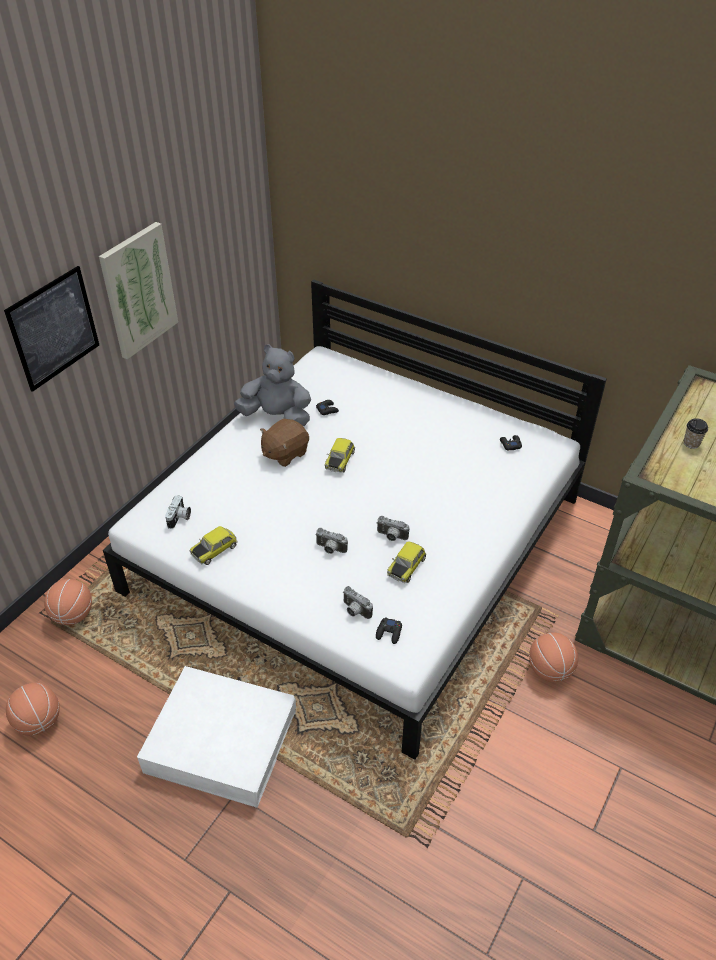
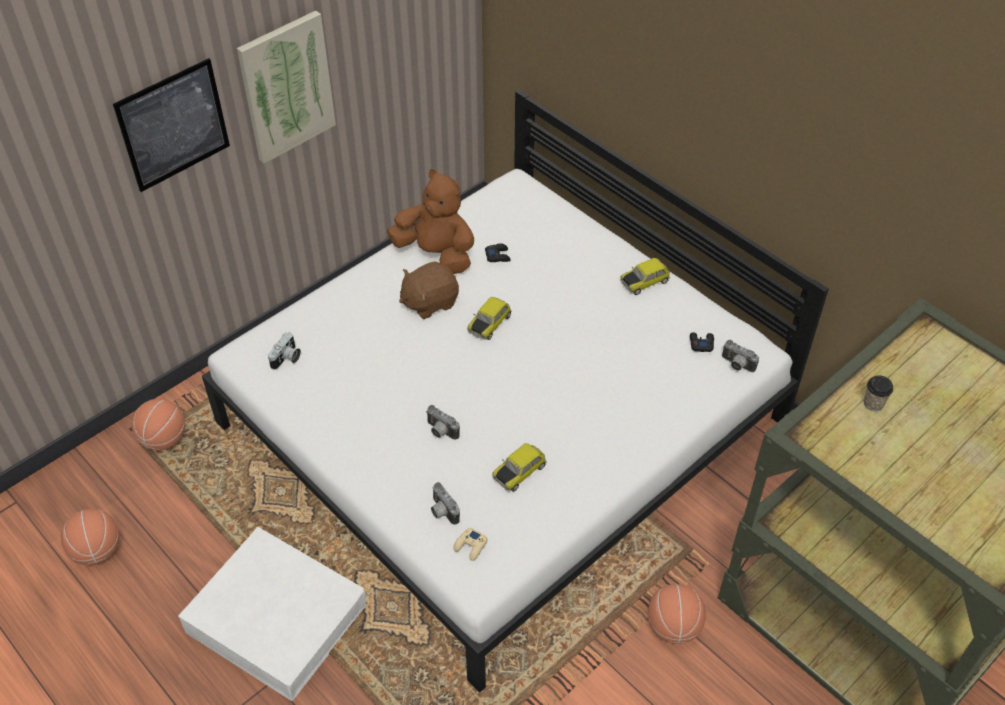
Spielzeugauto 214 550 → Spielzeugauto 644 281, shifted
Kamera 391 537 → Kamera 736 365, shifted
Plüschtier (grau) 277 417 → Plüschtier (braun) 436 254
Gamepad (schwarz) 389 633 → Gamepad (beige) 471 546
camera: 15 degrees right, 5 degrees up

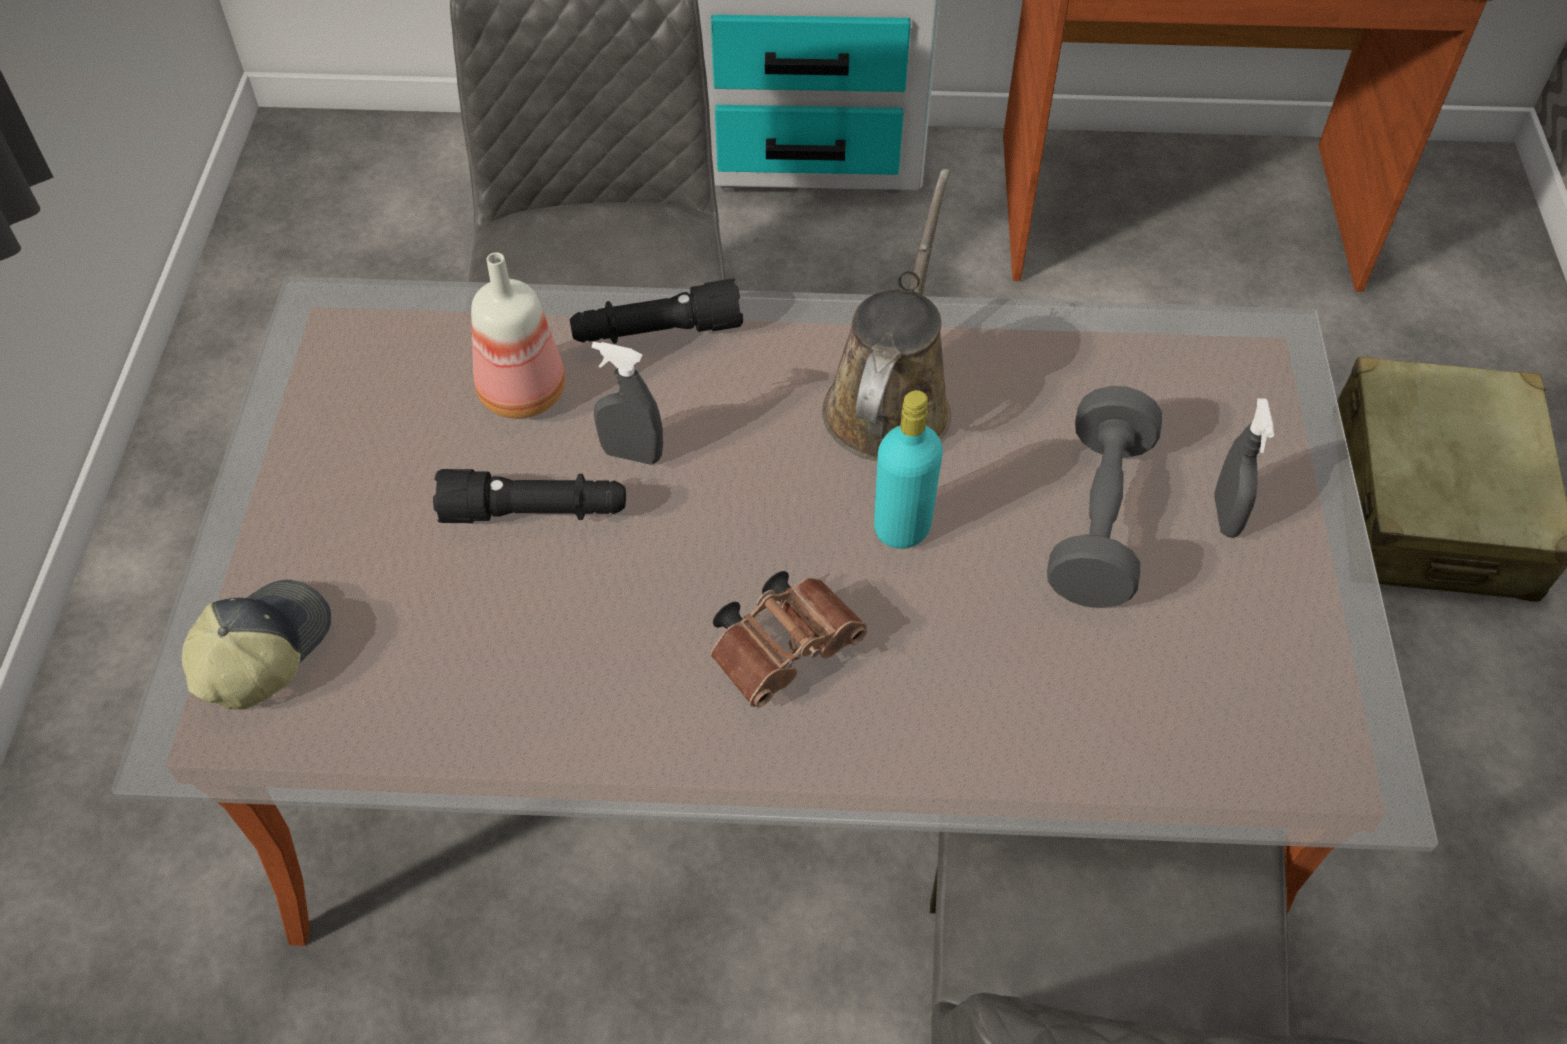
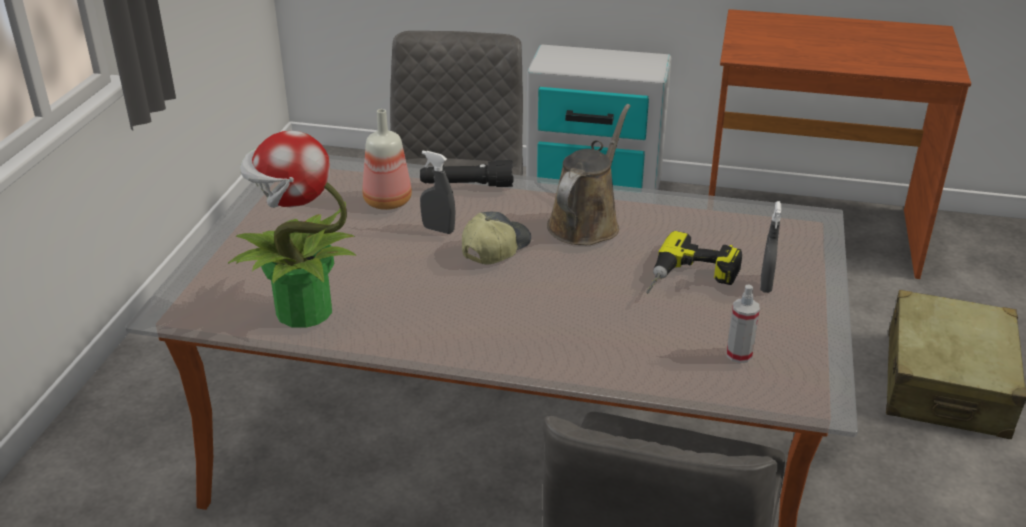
Taschenlampe (schwarz) 535 512 → -
Fernglas (braun) 787 648 → -
Flasche (türkis) 902 528 → -
- → Topfpflanze 302 311
- → Sprühflasche 739 355
Kappe 260 652 → Kappe 494 248, shifted
Hantel (grau) 1099 520 → Bohrmaschine 691 279
camera: 10 degrees right, 20 degrees down

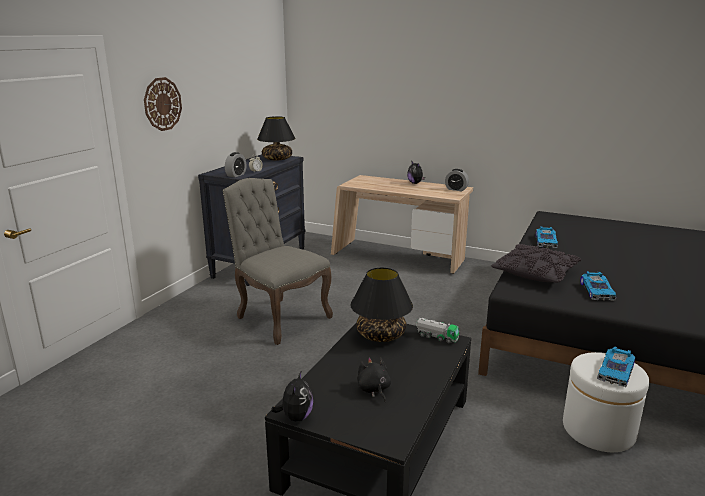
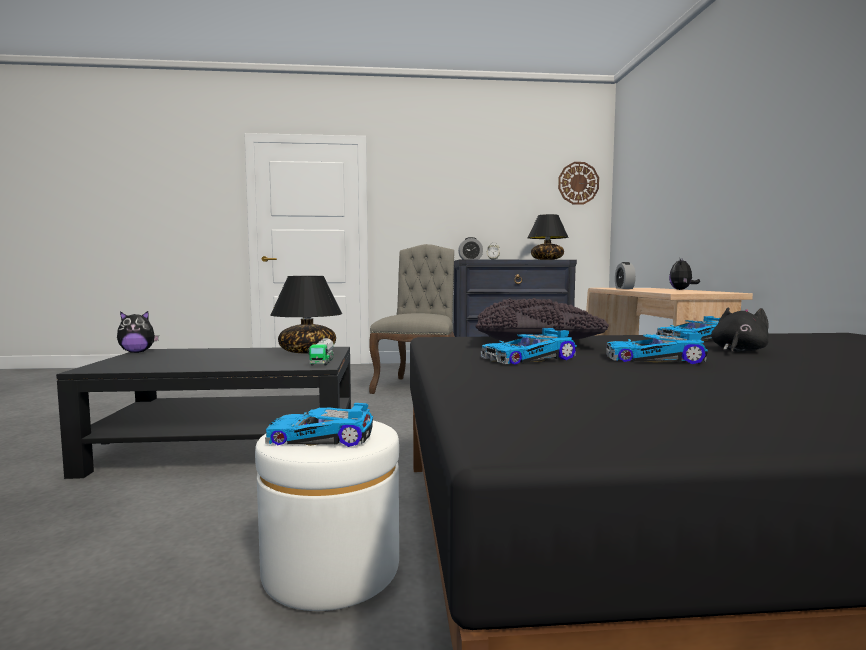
- → Spielzeugauto 654 359
Wanduhr 162 104 → Wanduhr 578 183, shifted
Plüschtier (schwarz) 374 390 → Plüschtier (schwarz) 738 351, shifted
Wecker 456 189 → Wecker 624 288, shifted
camera: 60 degrees right, 15 degrees down

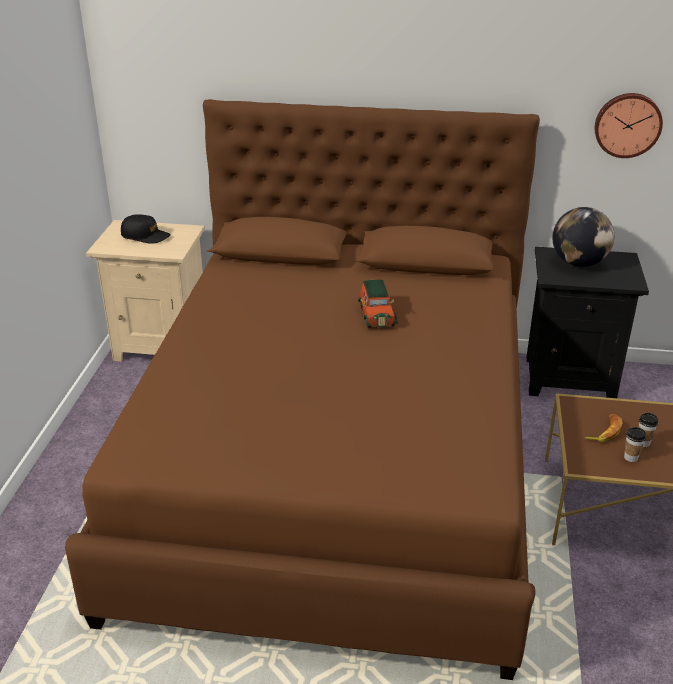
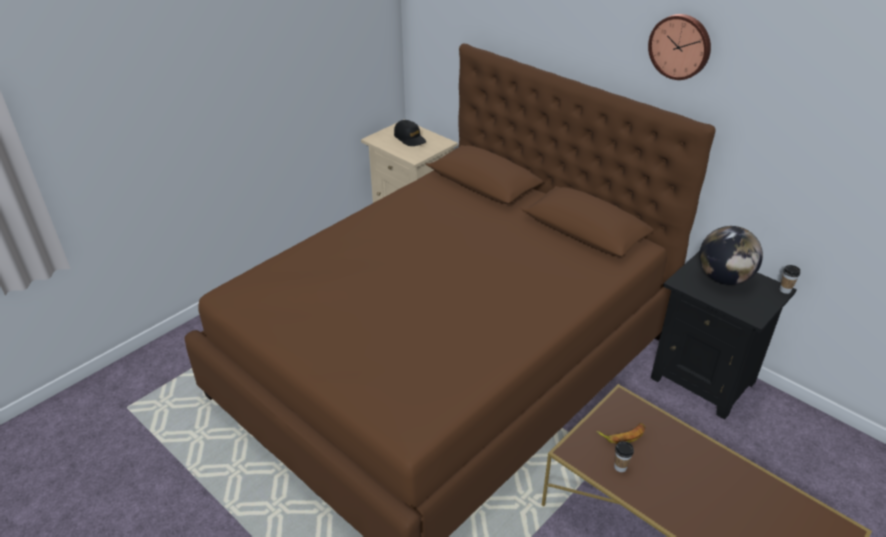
Spielzeugauto 376 315 → -
Wanduhr 627 124 → Wanduhr 680 46, shifted
Tasse 643 443 → Tasse 785 290, shifted
camera: 35 degrees right, 5 degrees up

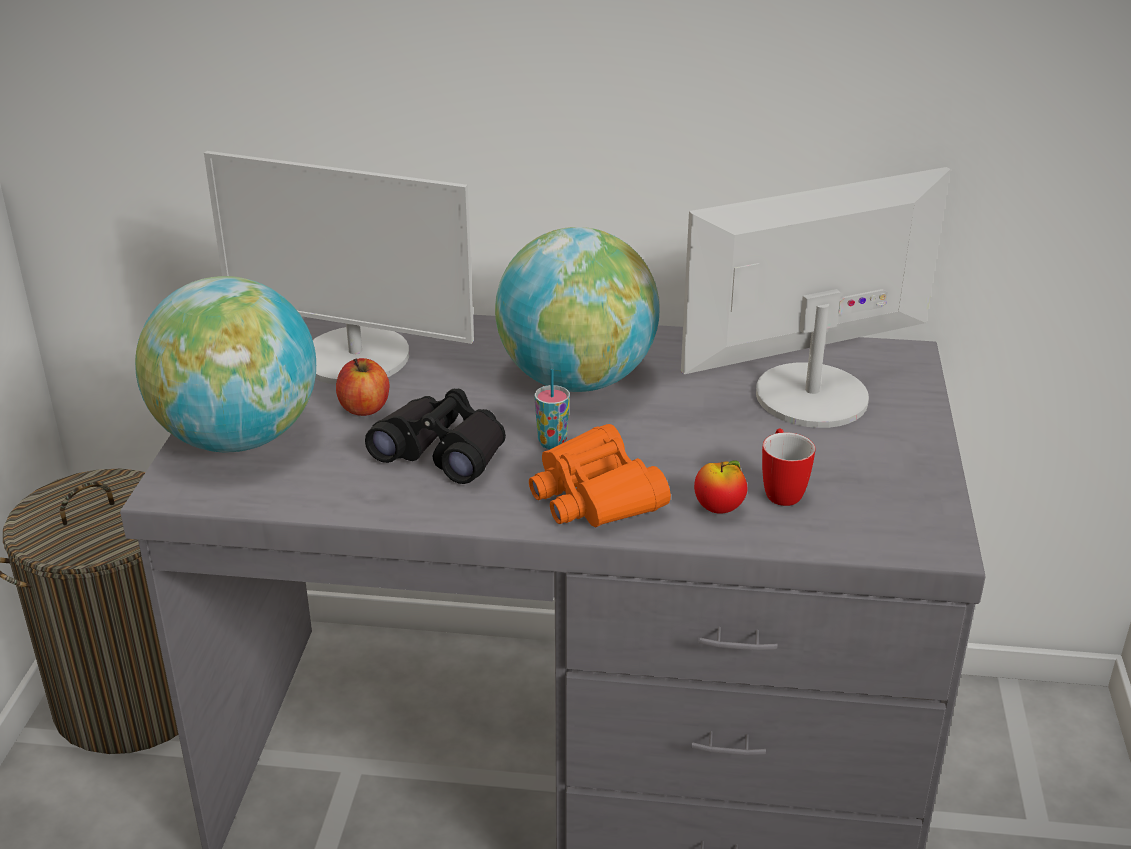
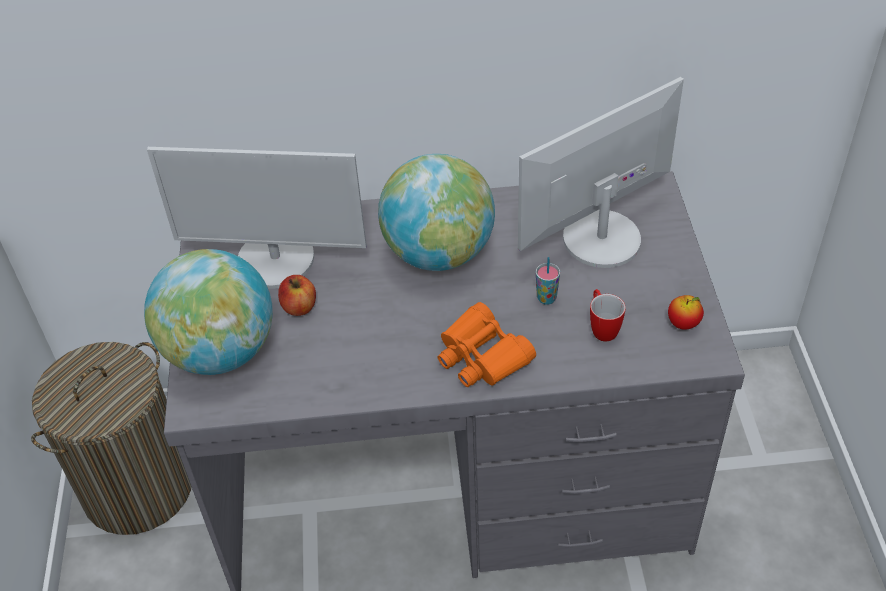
Fernglas (schwarz) 443 451 → -
Tasse 552 443 → Tasse 546 298, shifted
Apfel 719 509 → Apfel 683 324, shifted
camera: 10 degrees left, 15 degrees up

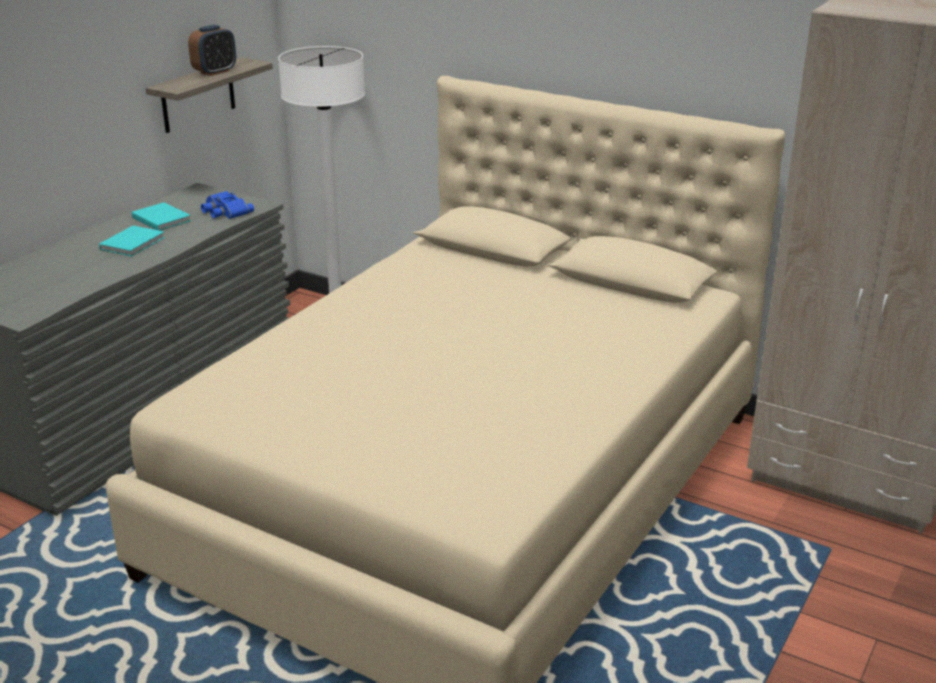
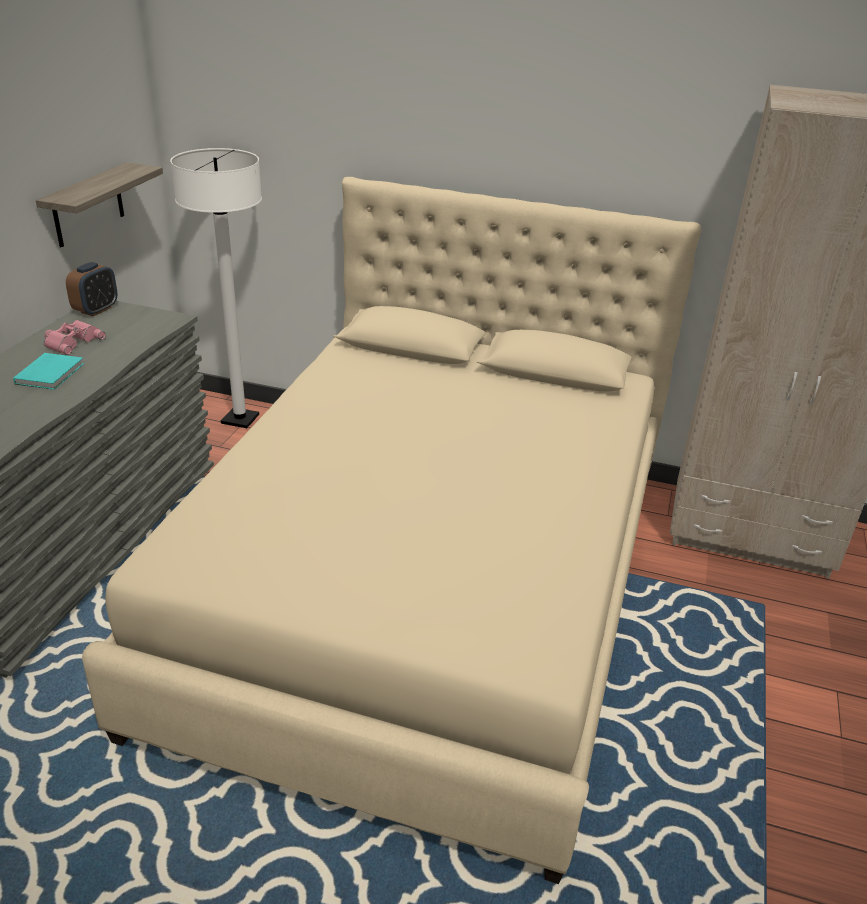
Fernglas (blau) 225 211 → -
Wecker 215 72 → Wecker 96 310, shifted
Buch (türkis) 161 218 → Fernglas (rosa) 72 341
camera: 15 degrees left, 5 degrees up

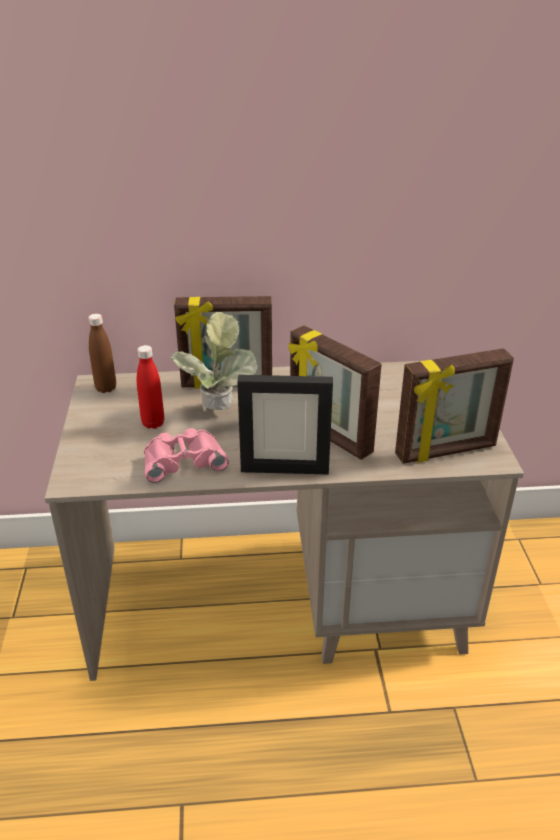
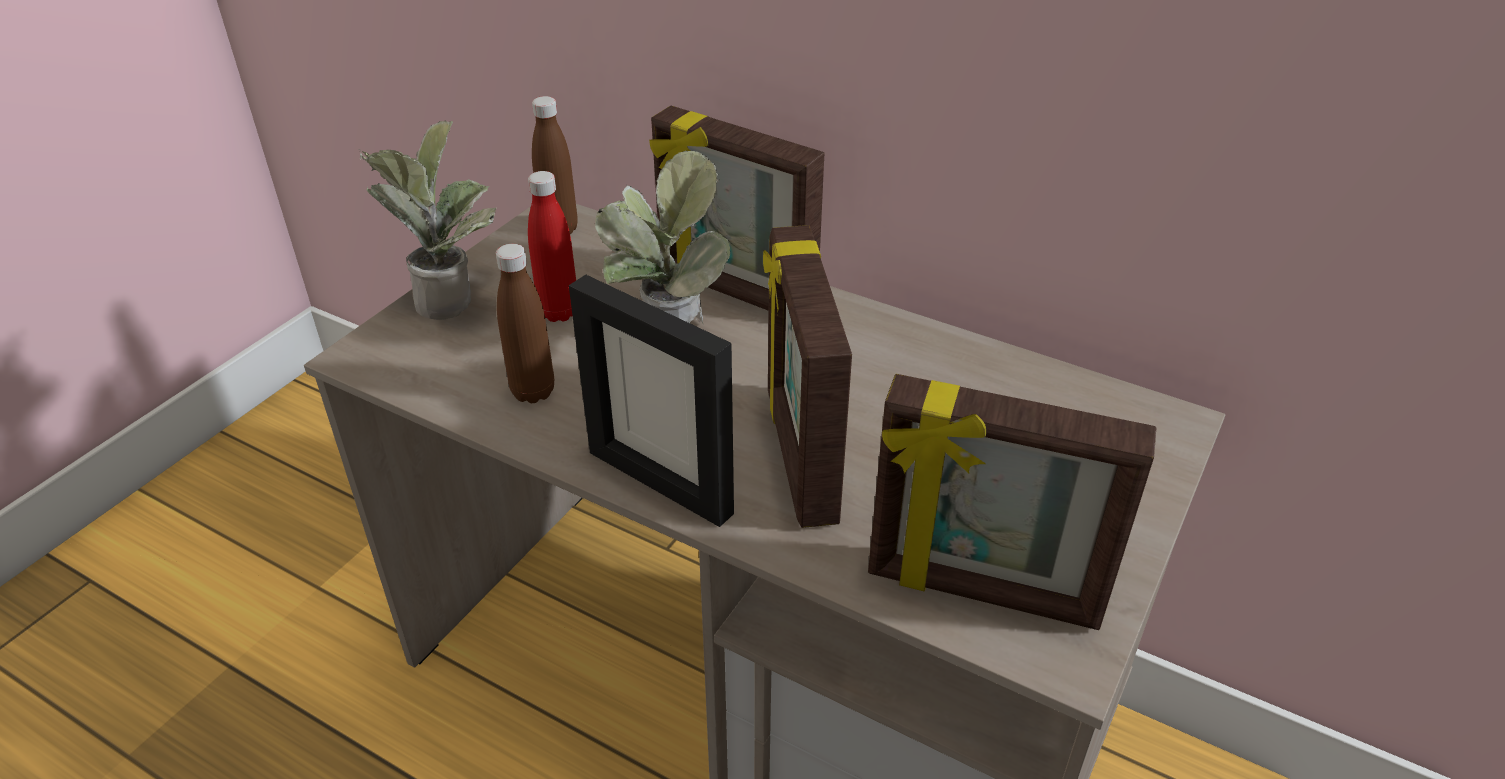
- → Topfpflanze 452 296
Fernglas (rosa) 183 460 → Flasche (braun) 533 391
camera: 35 degrees right, 5 degrees up

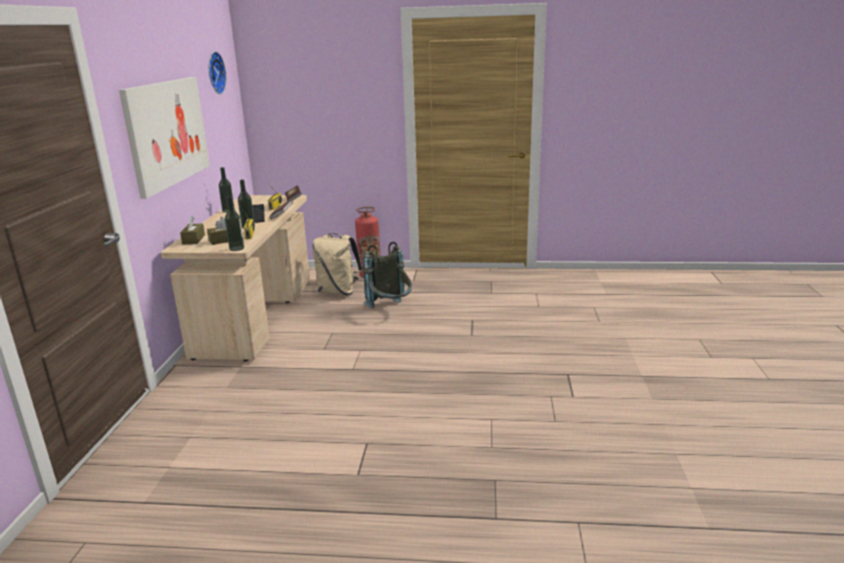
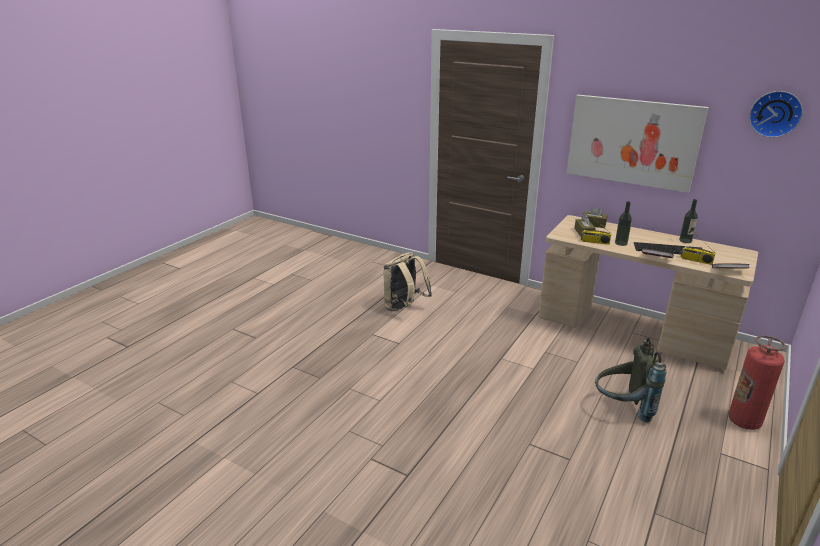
Flasche 236 248 → -
Rucksack (beige) 338 292 → Rucksack (beige) 404 308, shifted
camera: 115 degrees right, 5 degrees up

